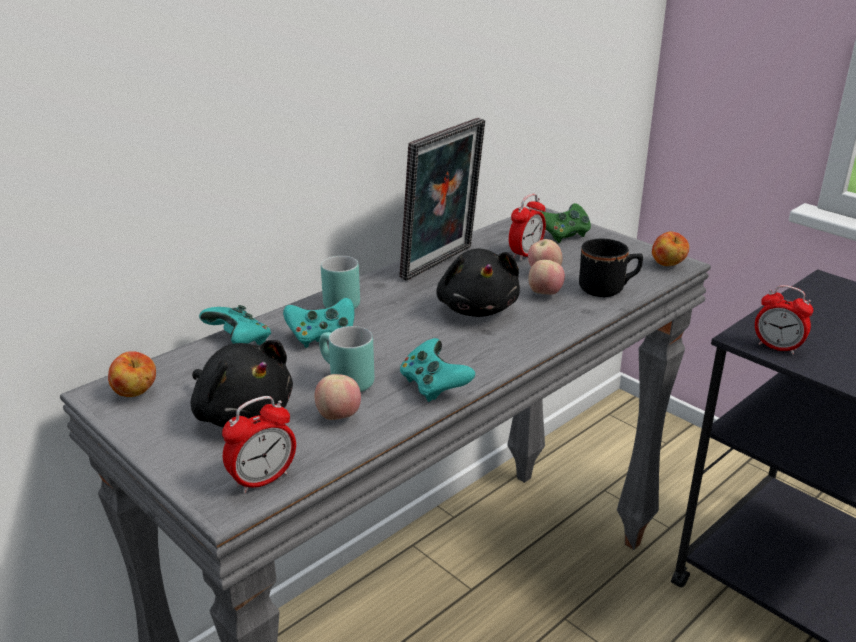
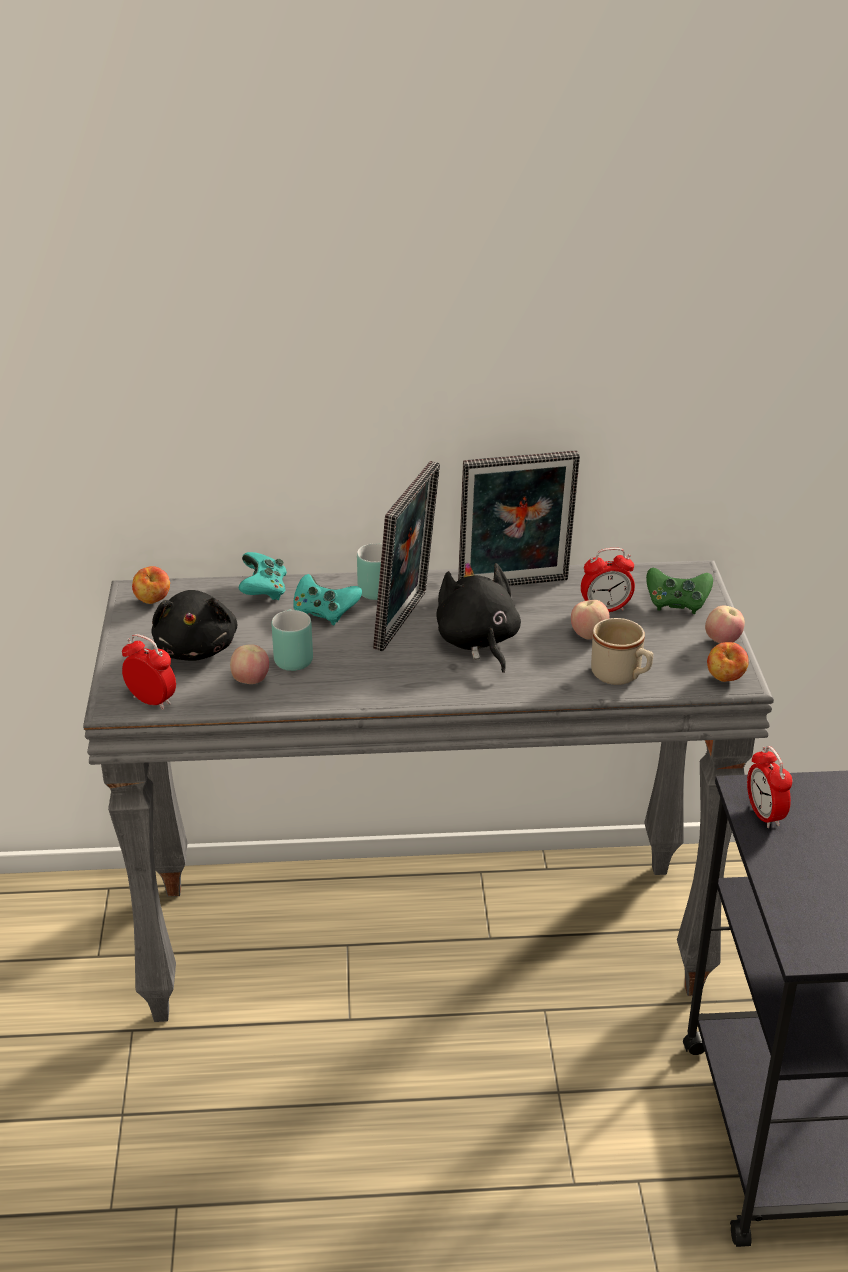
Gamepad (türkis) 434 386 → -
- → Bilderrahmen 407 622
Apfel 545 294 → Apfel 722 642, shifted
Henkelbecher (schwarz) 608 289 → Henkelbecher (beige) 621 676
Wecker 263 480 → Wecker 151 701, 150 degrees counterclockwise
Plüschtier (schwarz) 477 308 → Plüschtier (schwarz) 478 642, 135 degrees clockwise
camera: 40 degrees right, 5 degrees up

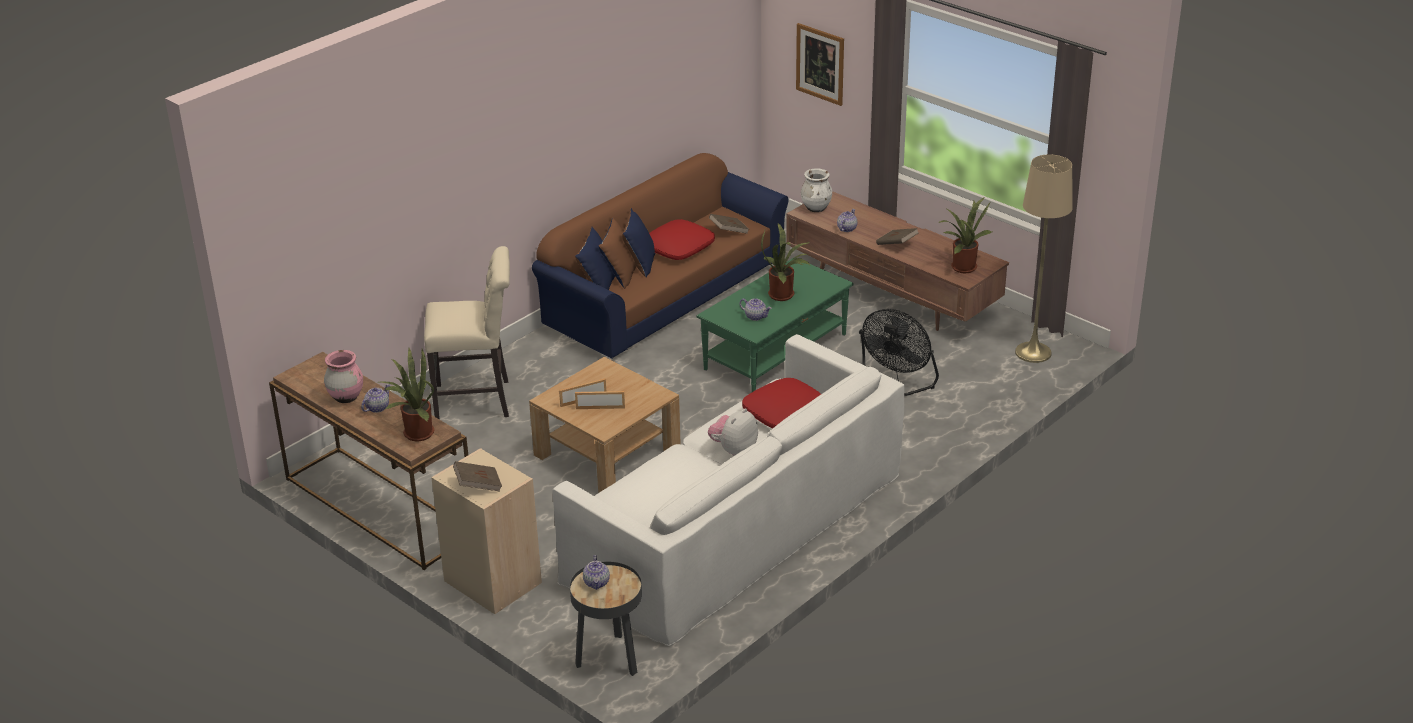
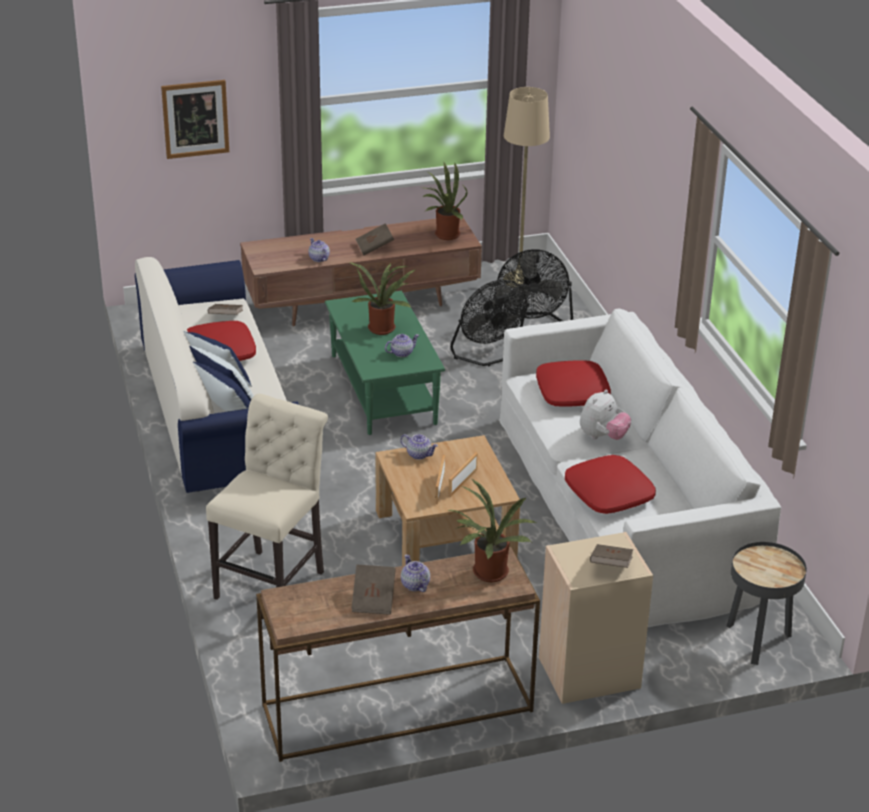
Vase (weiß) 816 208 → -
- → Ventilator (schwarz) 527 320
- → Kissen (rot) 609 493
Teekanne 597 583 → Teekanne 419 454, shifted
Vase (rosa) 346 397 → Buch (braun) 373 600
Sofa (braun) 666 294 → Sofa (weiß) 216 409
Plüschtier 734 450 → Plüschtier 602 437, 120 degrees counterclockwise
camera: 60 degrees left, 0 degrees up

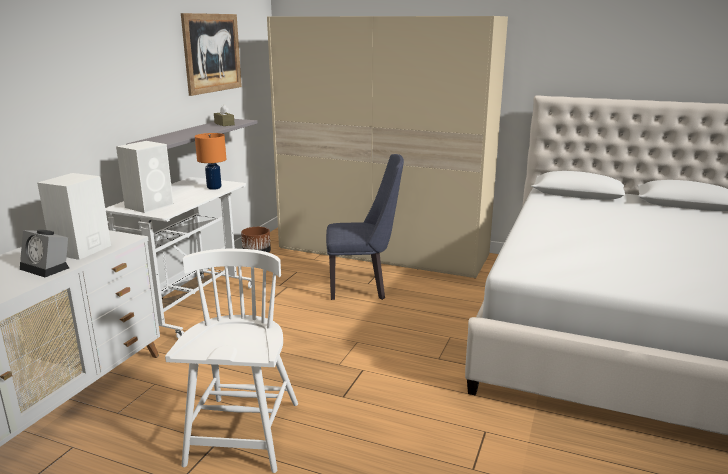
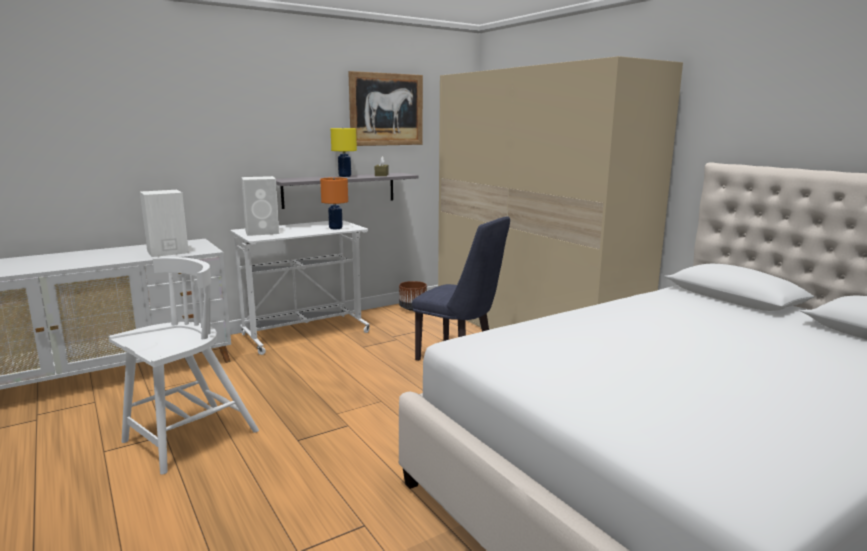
Wecker 47 268 → -
- → Tischlampe (gelb) 344 176
camera: 35 degrees right, 5 degrees down

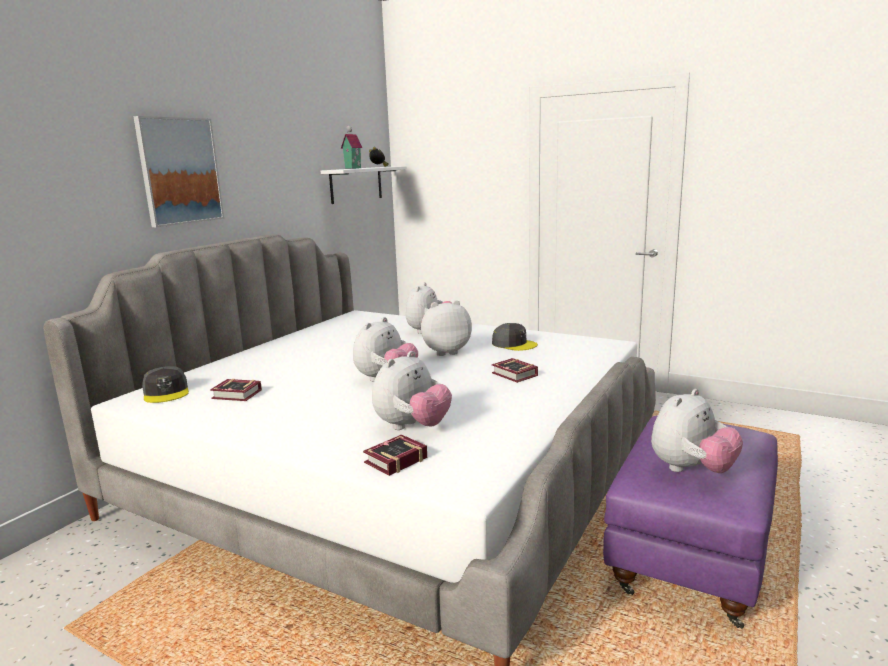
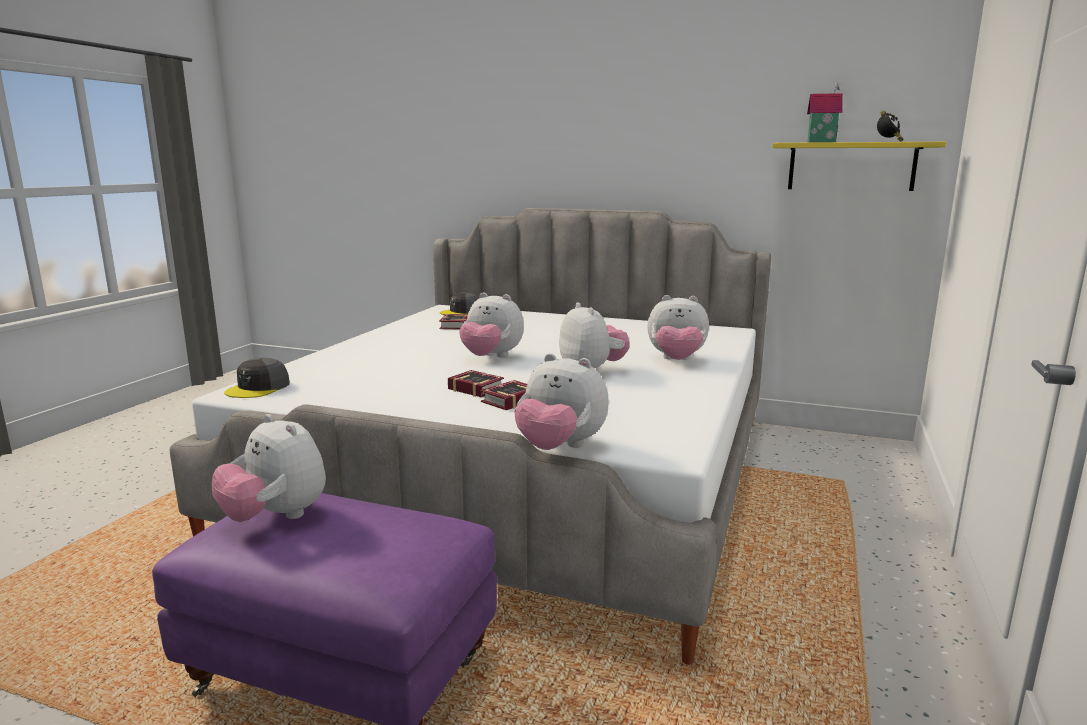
Bild 179 171 → -
Buch 393 460 → Buch 475 388, shifted
Plüschtier 412 427 → Plüschtier 560 447, shifted
Kappe (grau) 514 344 → Kappe (grau) 258 388, shifted
Wandregal (weiß) 356 184 → Wandregal (gelb) 851 166
camera: 80 degrees right, 0 degrees up

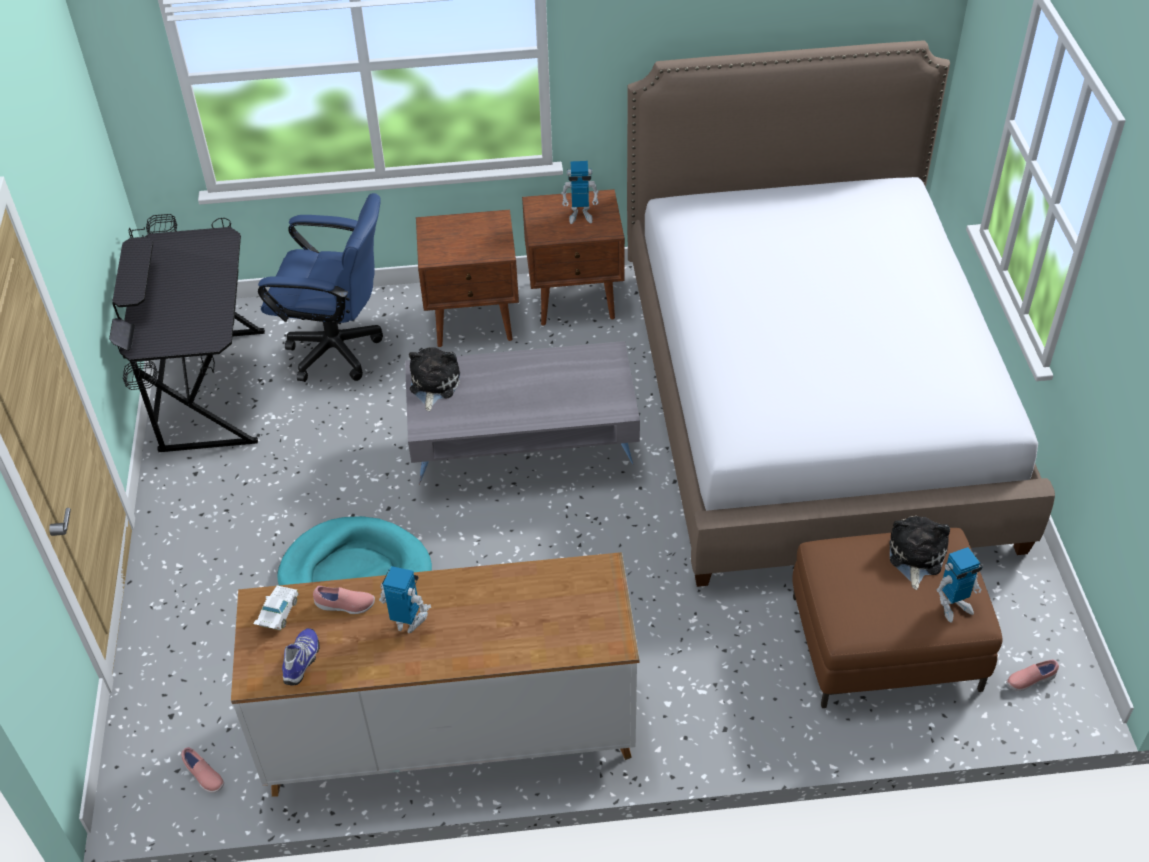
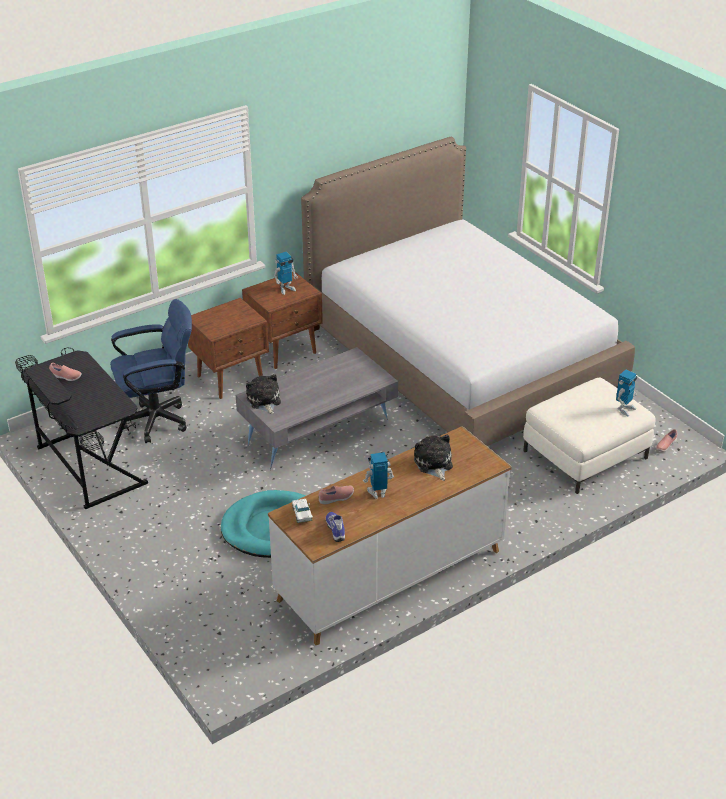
Schuh (rosa) 204 776 → Schuh (rosa) 66 377, shifted
Plüschtier 915 557 → Plüschtier 433 464, shifted
Polsterhocker (braun) 886 642 → Polsterhocker (weiß) 585 454
camera: 30 degrees left, 10 degrees down

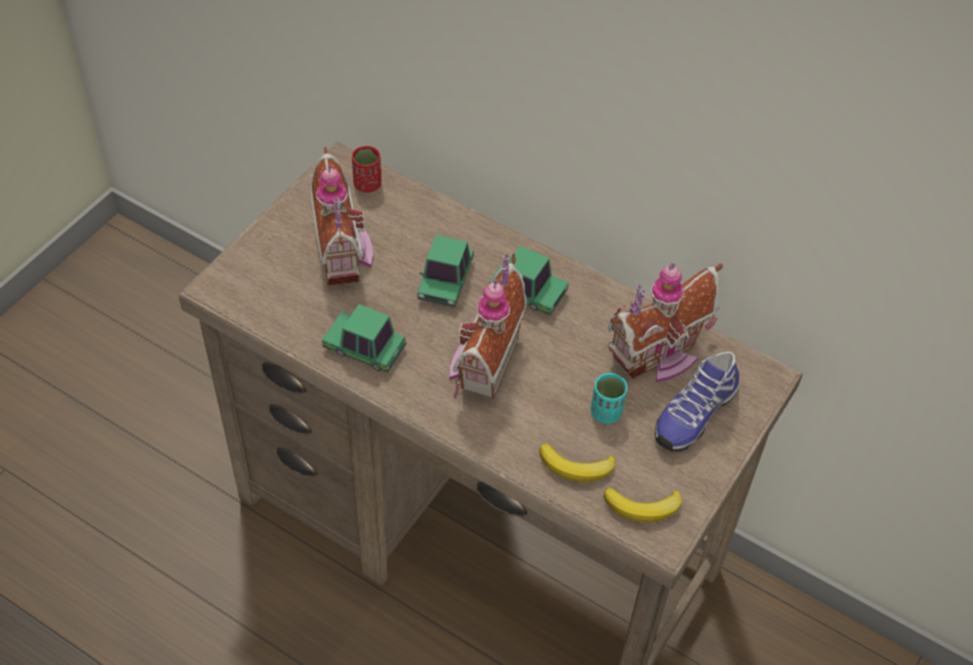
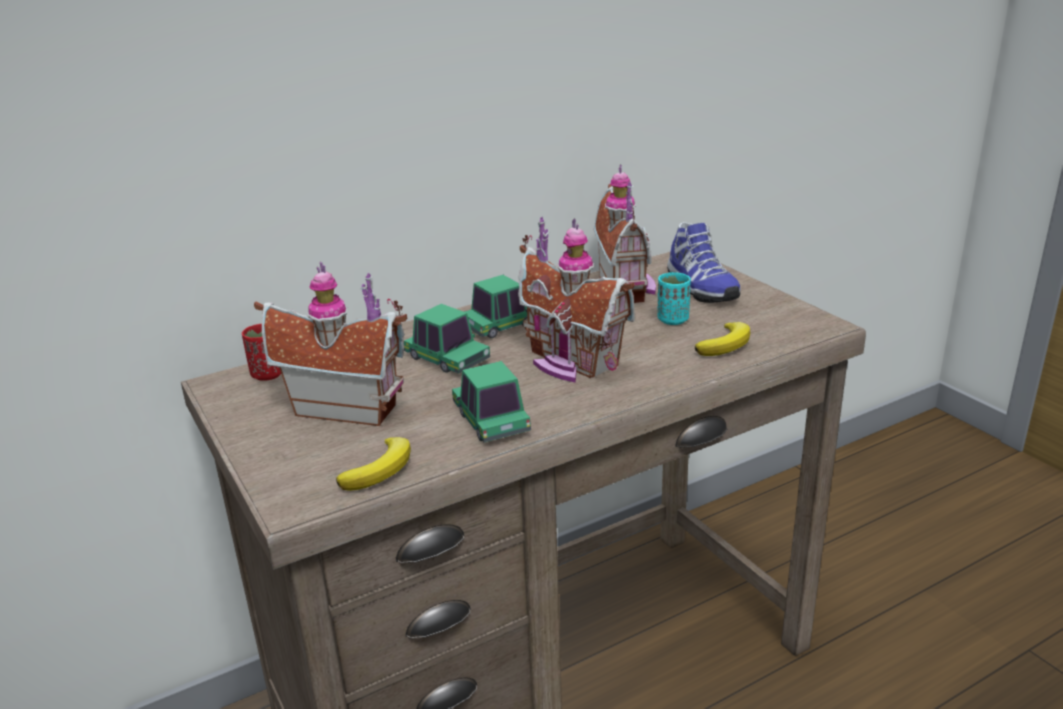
Banane 643 507 → Banane 380 469, shifted
Spielzeugauto 364 348 → Spielzeugauto 491 421, 105 degrees clockwise
camera: 60 degrees left, 25 degrees down

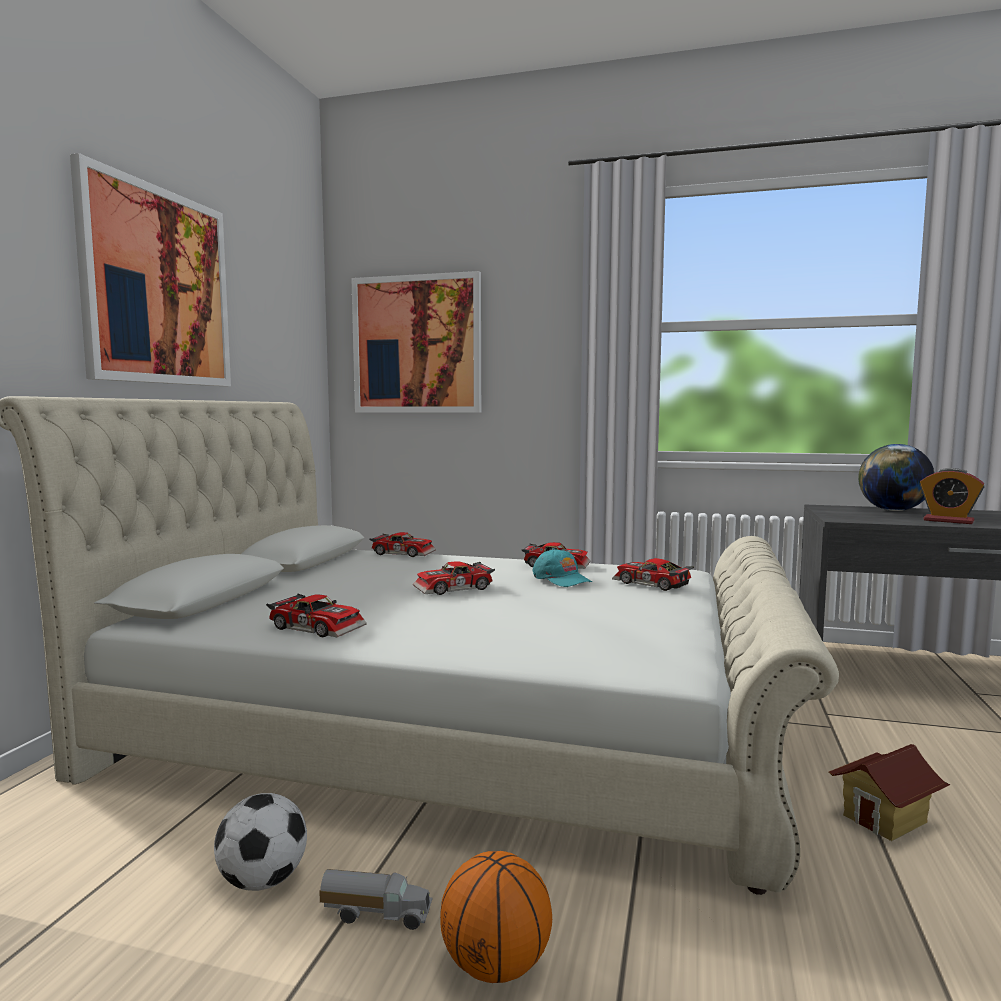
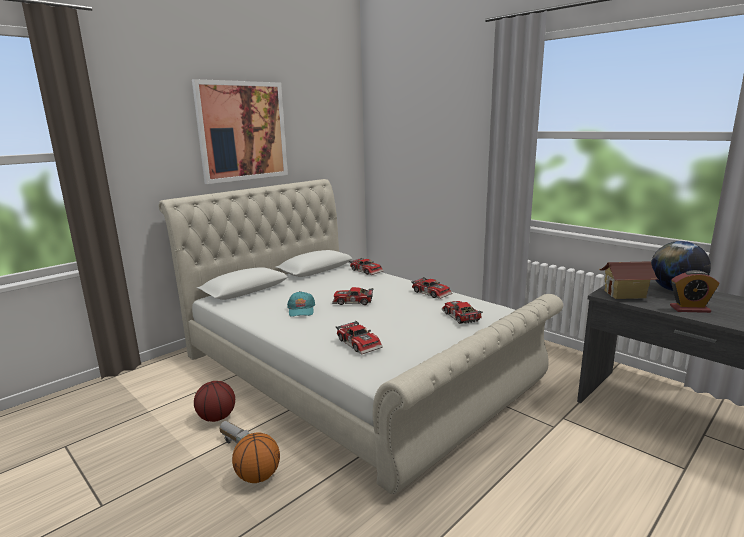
Bild 417 345 → -
Spielzeugauto 318 626 → Spielzeugauto 360 343, shifted
Kappe (türkis) 561 579 → Kappe (türkis) 301 310, shifted
Spielzeughaus 885 819 → Spielzeughaus 625 294, shifted
Fußball 263 881 → Basketball 216 417
Wecker 948 521 → Wecker 689 309, 60 degrees counterclockwise
camera: 30 degrees right, 10 degrees up

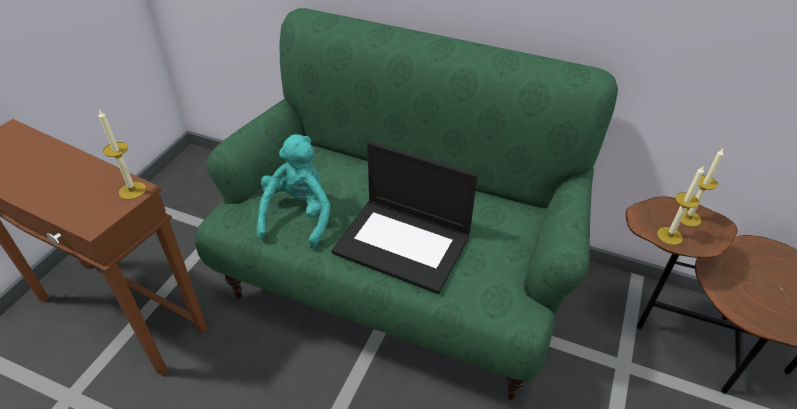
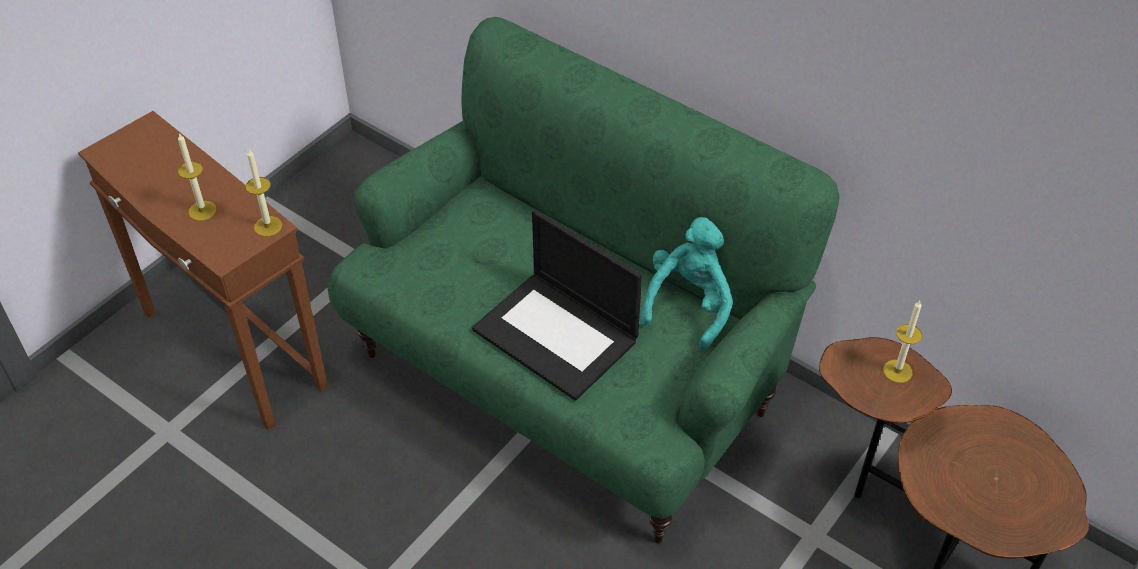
Plüschtier (türkis) 298 216 → Plüschtier (türkis) 690 304, shifted
Kerze 669 236 → Kerze 202 211, shifted
camera: 15 degrees right, 5 degrees up

